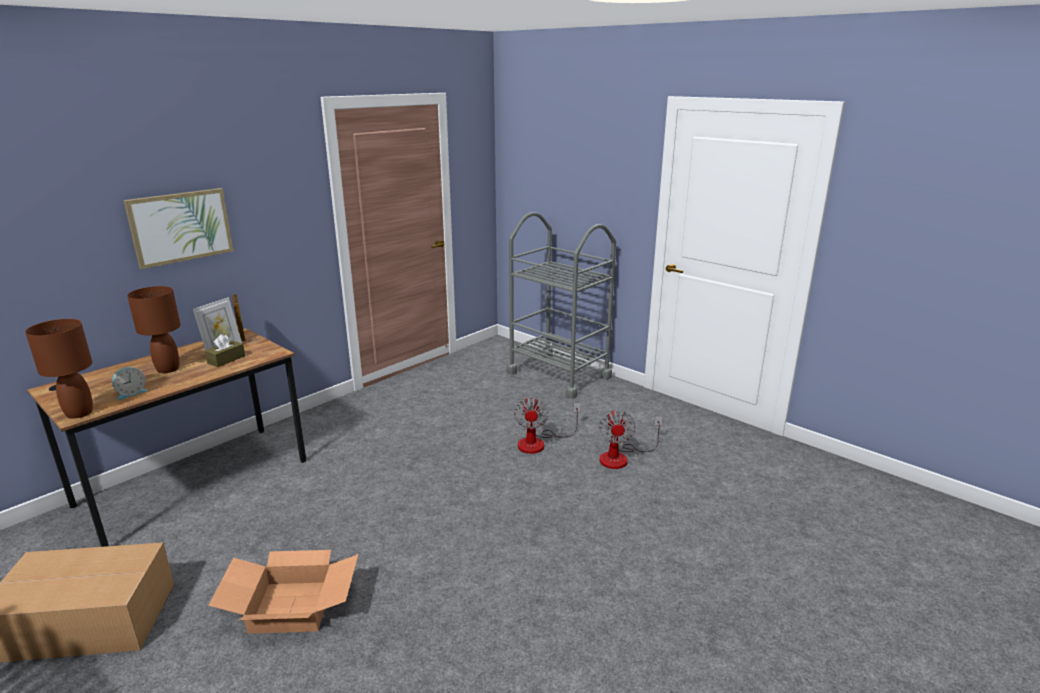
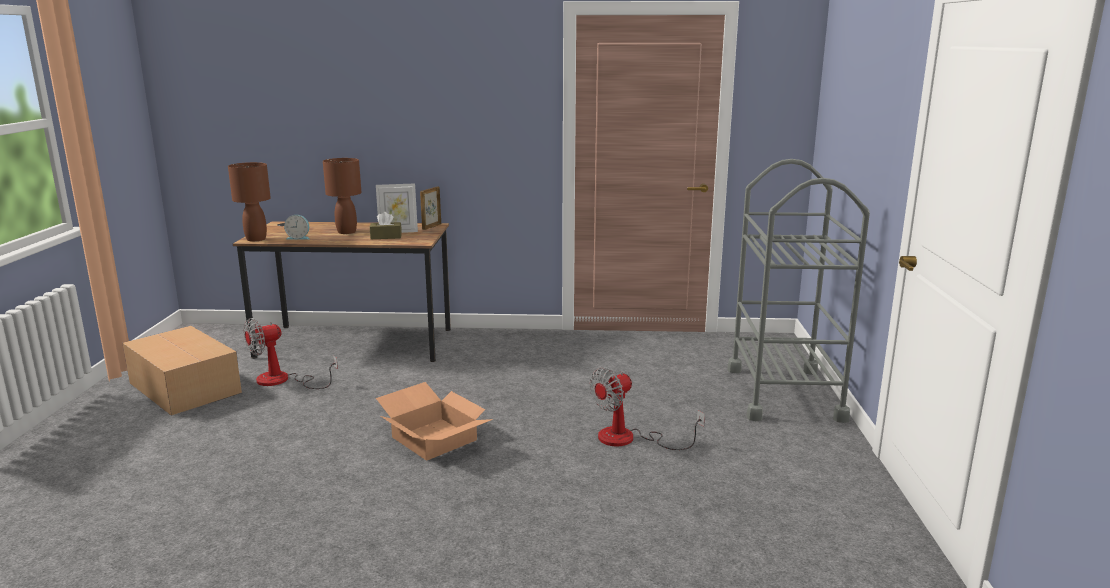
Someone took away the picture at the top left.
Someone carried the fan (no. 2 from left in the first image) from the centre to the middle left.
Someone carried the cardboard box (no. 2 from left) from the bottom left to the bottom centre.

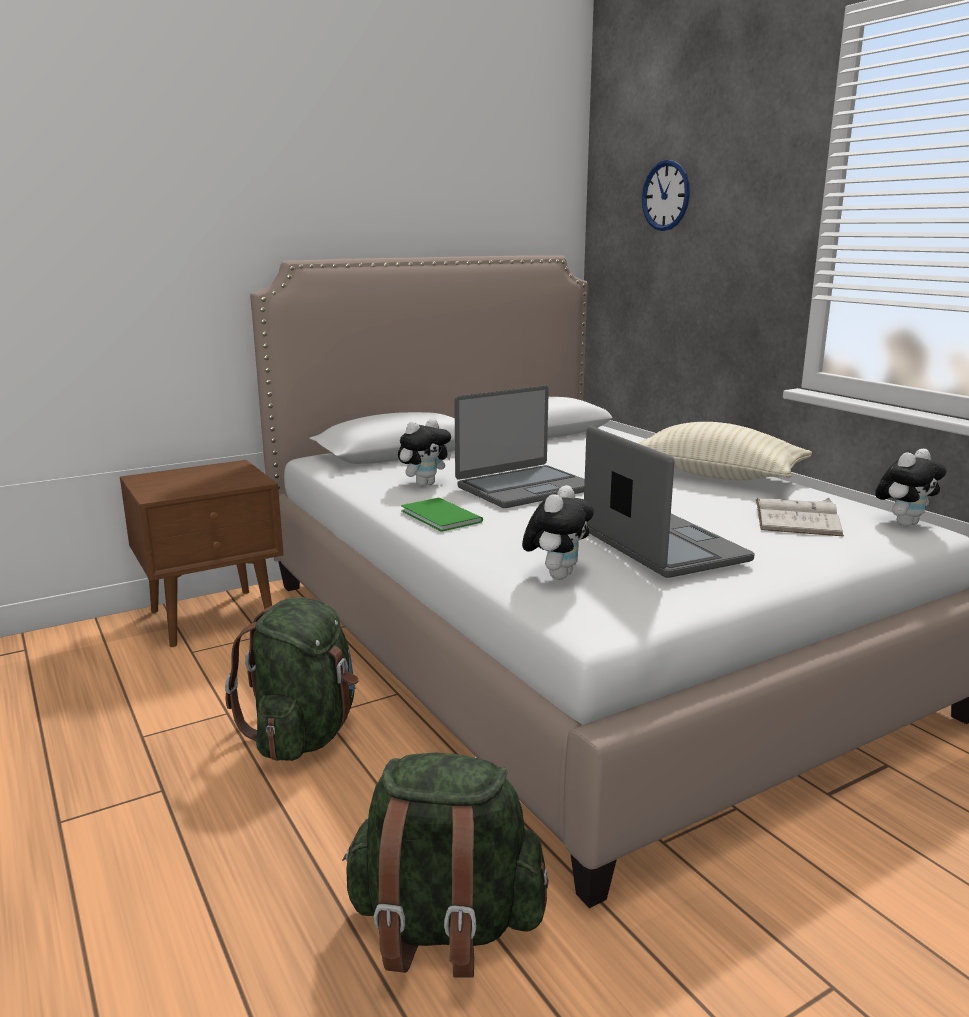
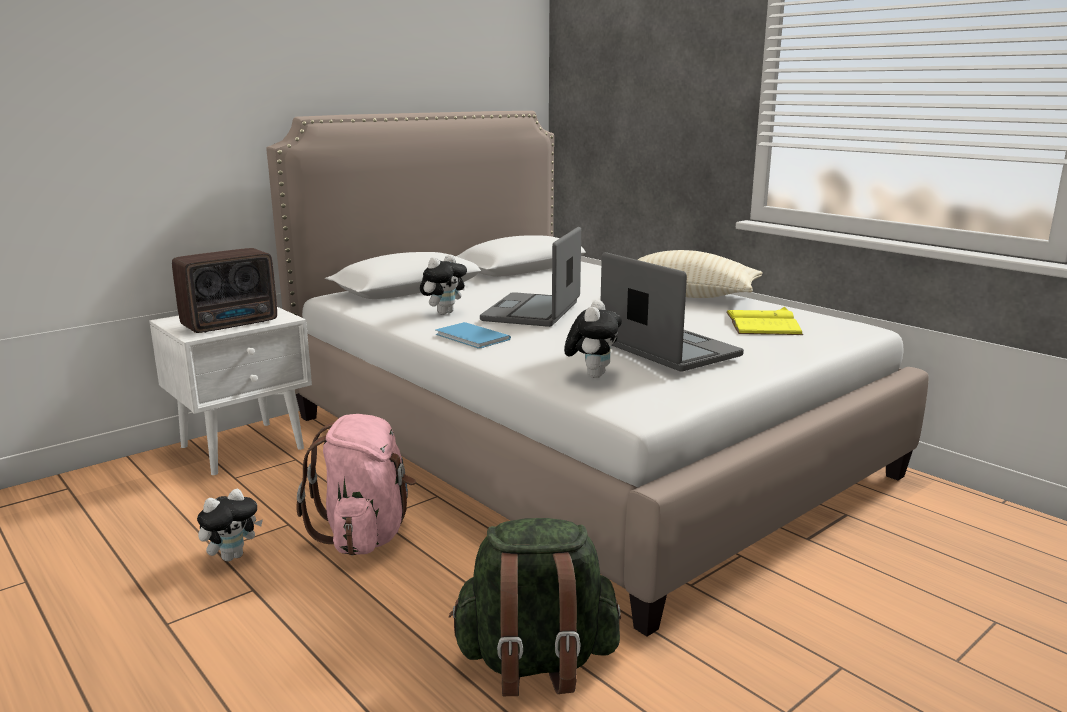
Someone took away the wall clock at the top right.
Someone rotated the laptop (no. 1 from left) at the centre by 150 degrees clockwise.
Someone carried the plush toy (no. 3 from left in the first image) from the middle right to the bottom left.
Someone repainted the nightstand (brown) at the middle left, which became the nightstand (white) at the middle left.
Someone repainted the book (green) at the centre, which became the book (blue) at the centre.
Someone repainted the book (white) at the middle right, which became the book (yellow) at the middle right.
Someone repainted the backpack (green) (no. 1 from left) at the bottom left, which became the backpack (pink) at the bottom centre.
Someone put down the radio at the middle left.

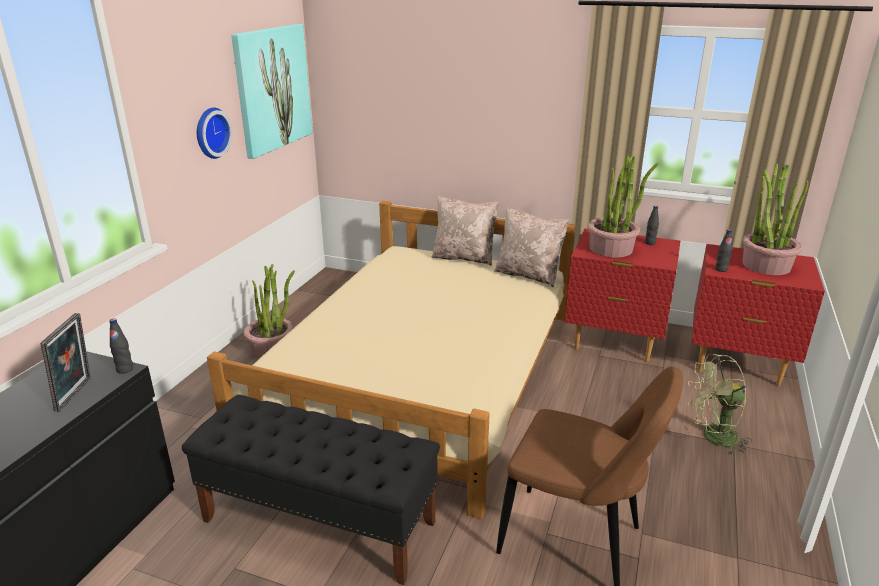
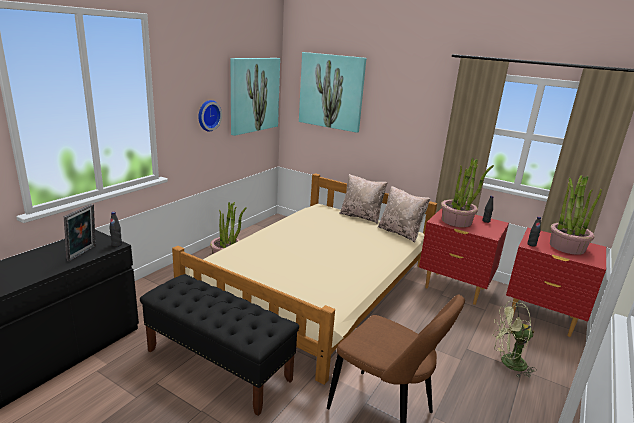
Someone put up the picture (no. 2 from left) at the top centre.

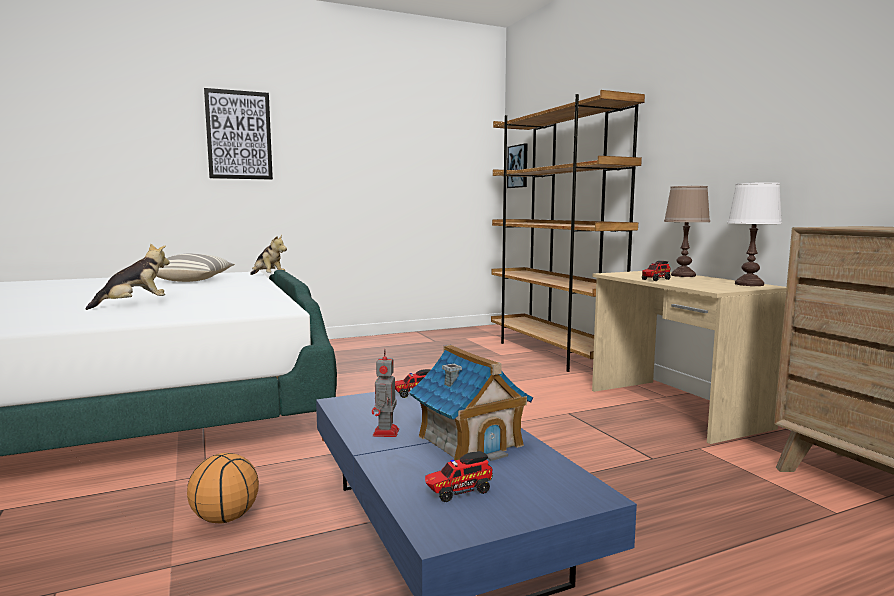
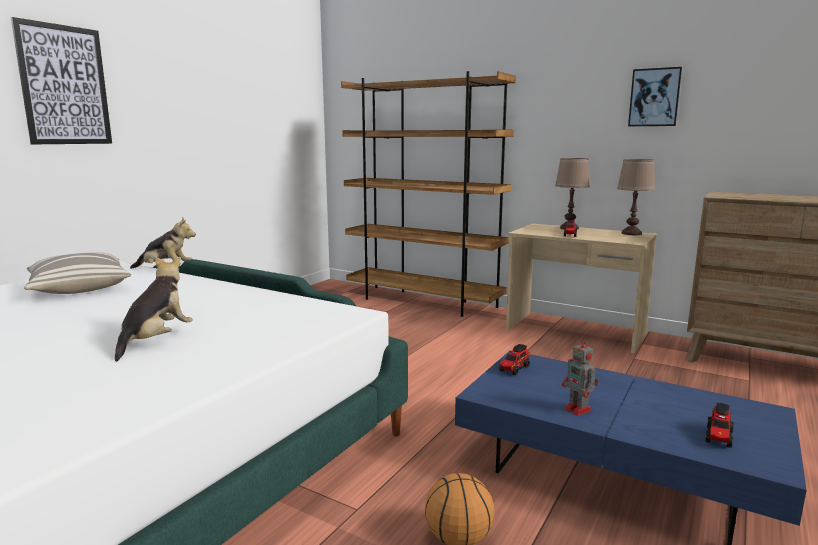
Someone carried the picture (no. 2 from left) from the top centre to the top right.
Someone repainted the table lamp (white) at the middle right, which became the table lamp (brown) (no. 2 from left) at the middle right.
Someone took away the toy house at the bottom centre.

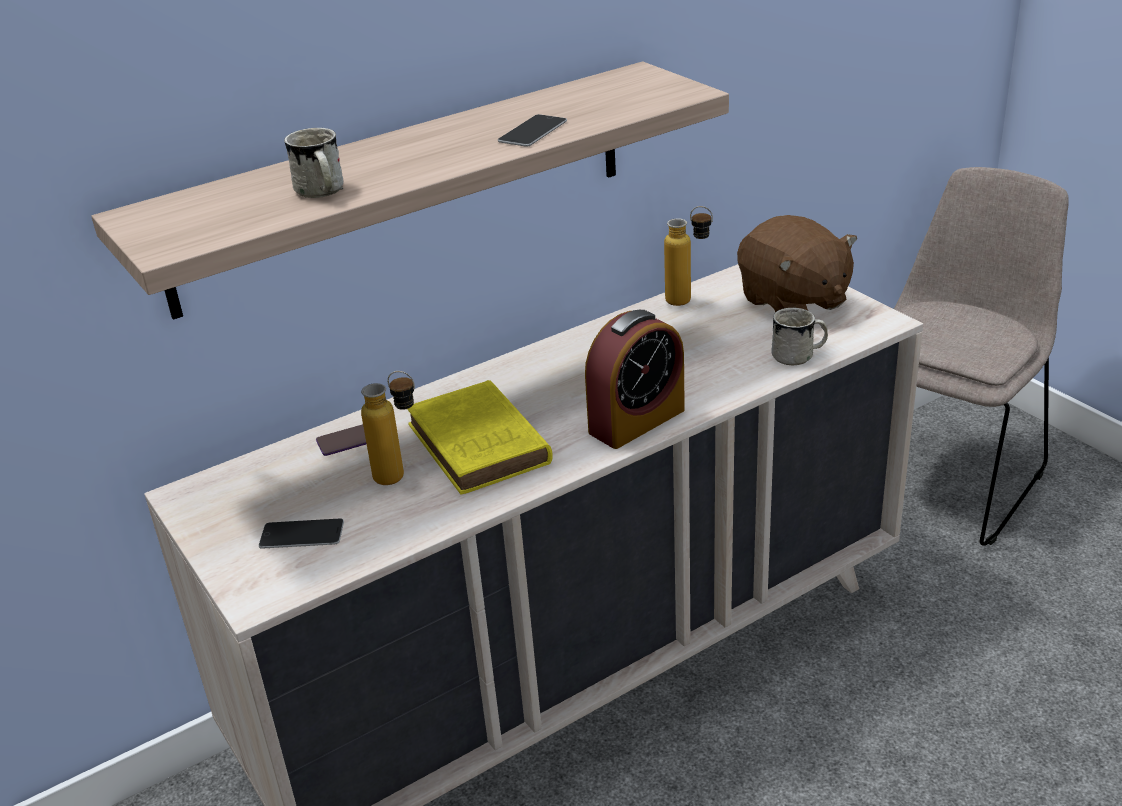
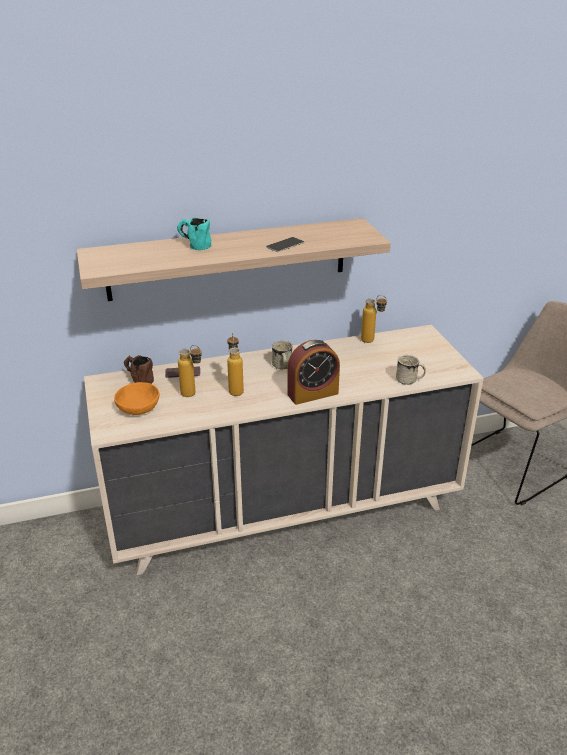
Someone carried the mug (white) (no. 1 from left) from the top left to the centre.
Someone took away the plush toy (brown) at the top right.
Someone swapped the book (yellow) at the centre for the bottle (no. 2 from left) at the centre.
Someone swapped the phone (no. 1 from left) at the middle left for the bowl (orange) at the middle left.
Someone put down the mug (turquoise) at the top centre.
Someone put down the mug (brown) at the middle left.

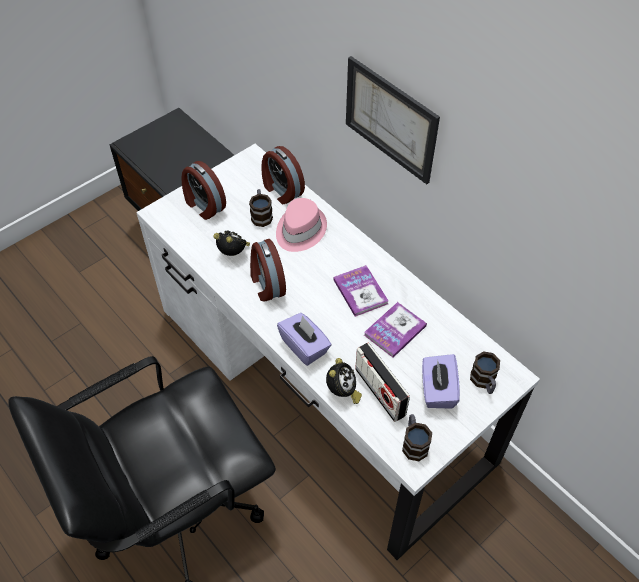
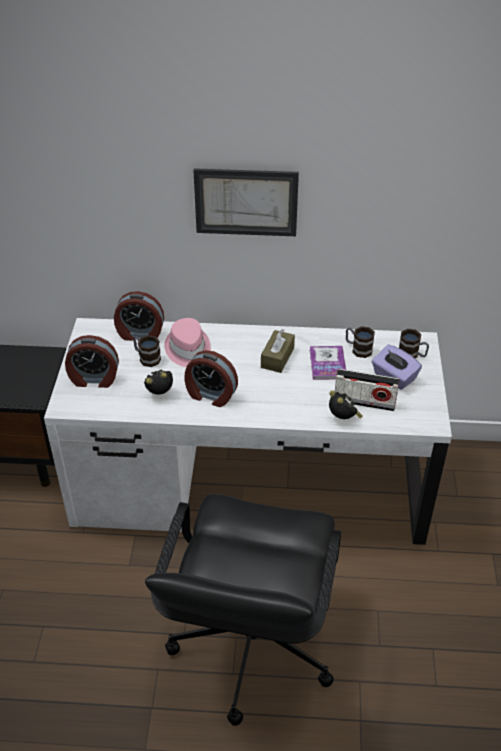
Someone swapped the book (no. 1 from left) at the centre for the tissue box (brown) at the centre.
Someone took away the tissue box (purple) (no. 1 from left) at the centre.
Someone carried the mug (no. 2 from left) from the bottom centre to the middle right.

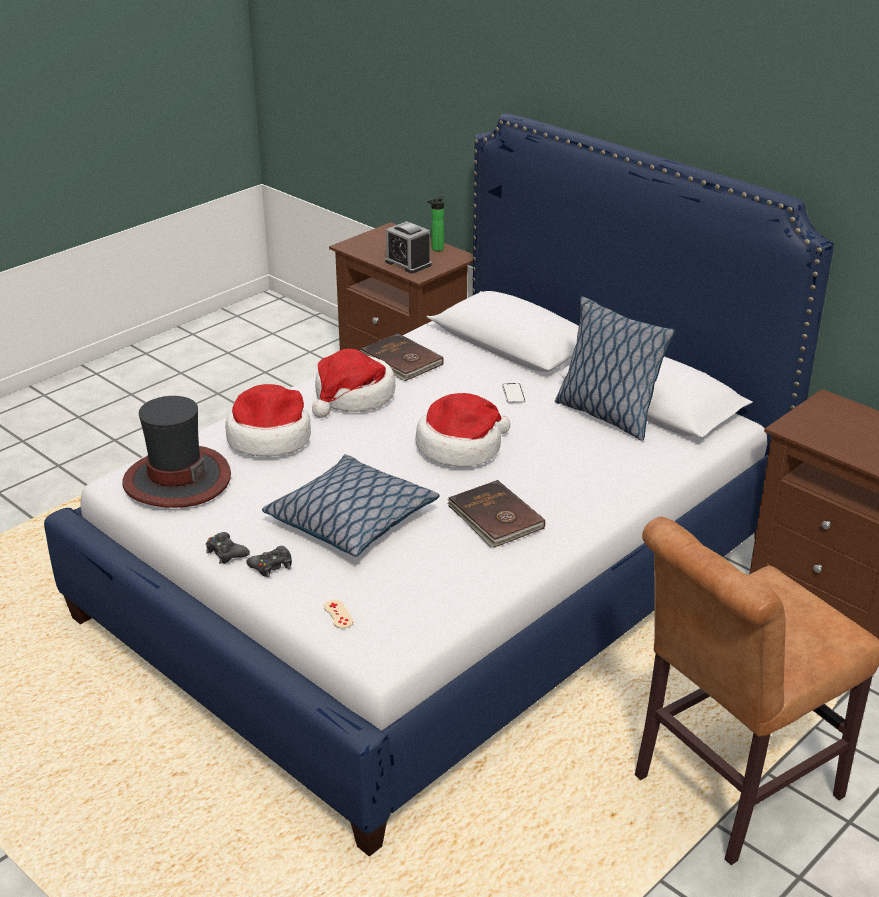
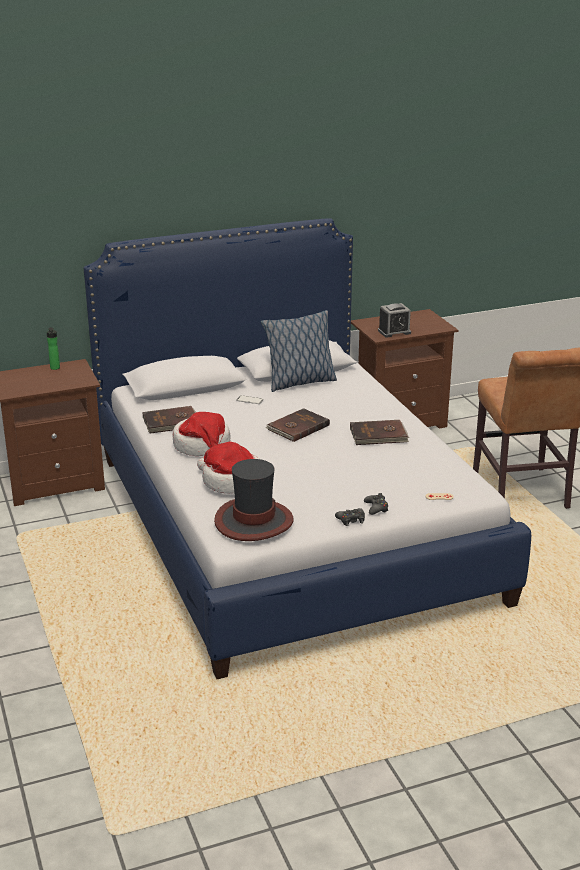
Someone carried the alarm clock from the top centre to the middle right.
Someone swapped the hat (no. 4 from left) at the centre for the book (brown) (no. 2 from left) at the centre.
Someone took away the pillow (no. 1 from left) at the centre.

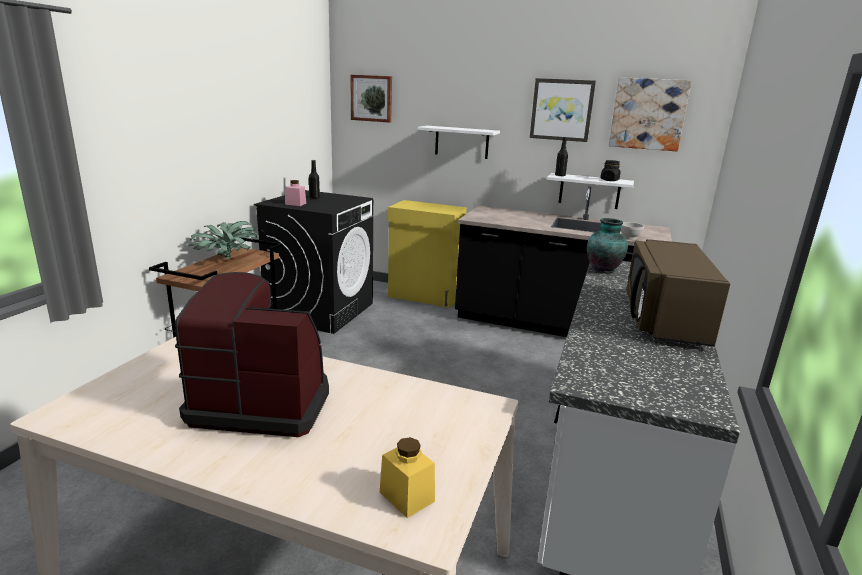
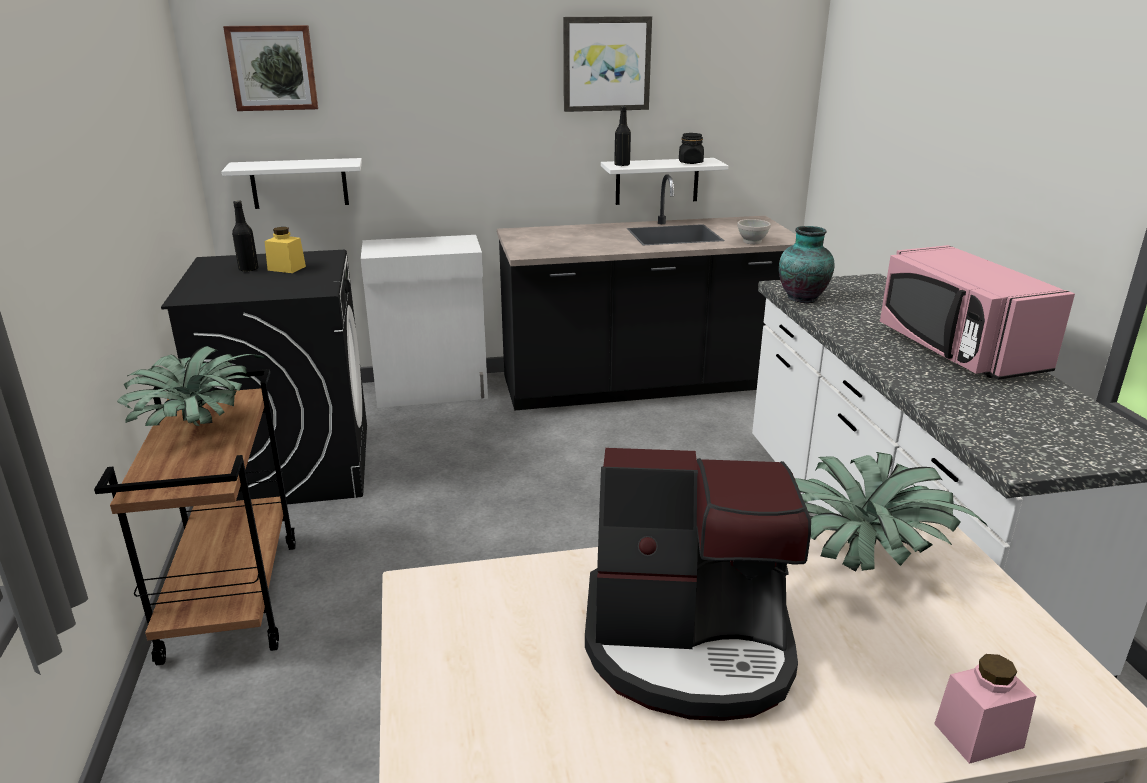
Someone took away the picture (no. 3 from left) at the top right.
Someone carried the shelf (white) (no. 1 from left) from the top centre to the top left.
Someone carried the jar (pink) from the centre to the bottom right.
Someone repainted the cabinet (yellow) at the centre, which became the cabinet (white) at the centre.
Someone repainted the microwave (brown) at the middle right, which became the microwave (pink) at the middle right.
Someone rotated the coffee machine at the middle left by 150 degrees counterclockwise.
Someone carried the jar (yellow) from the bottom centre to the top left.
Someone put down the potted plant (no. 2 from left) at the middle right.

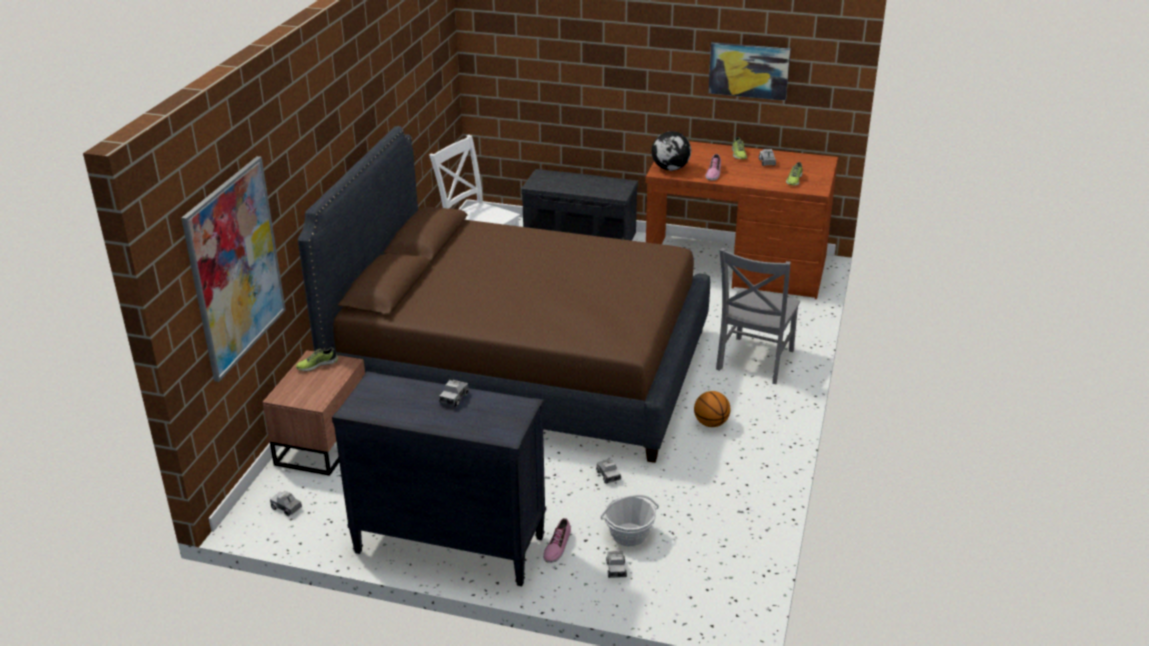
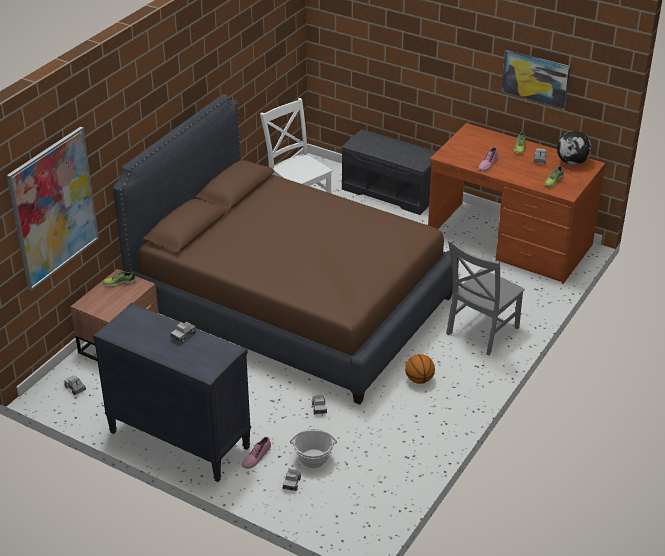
Someone carried the globe from the top centre to the top right.

